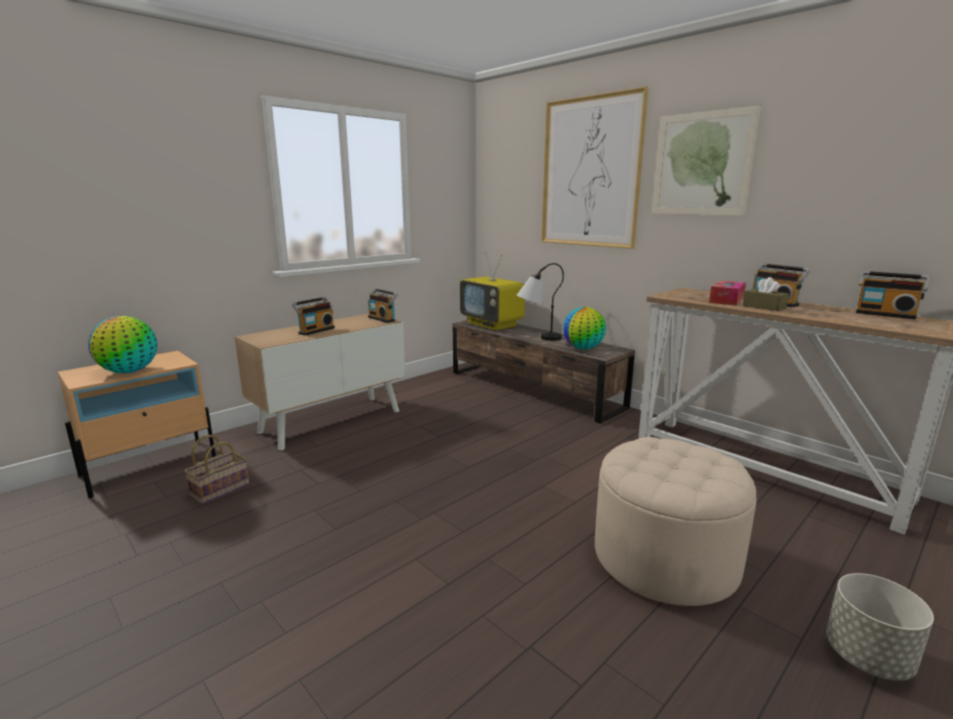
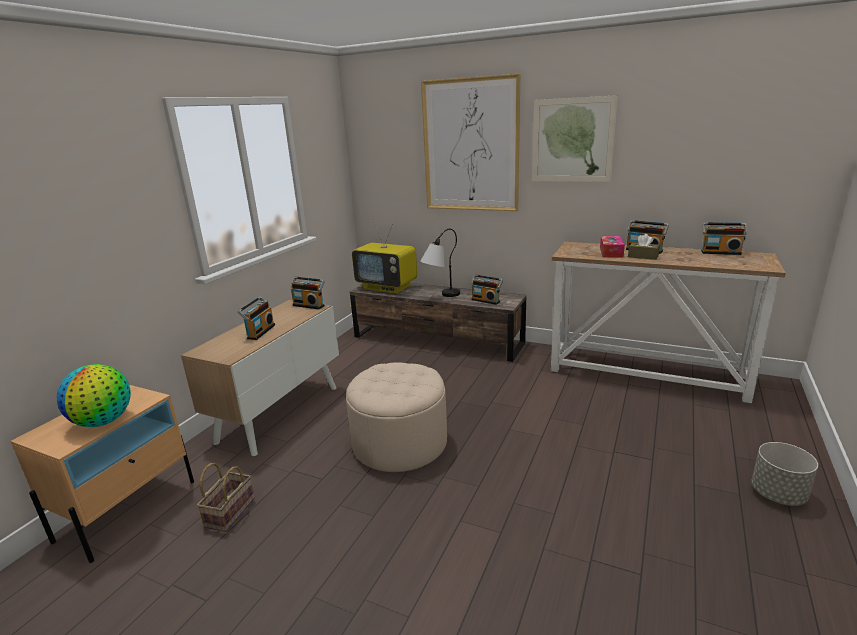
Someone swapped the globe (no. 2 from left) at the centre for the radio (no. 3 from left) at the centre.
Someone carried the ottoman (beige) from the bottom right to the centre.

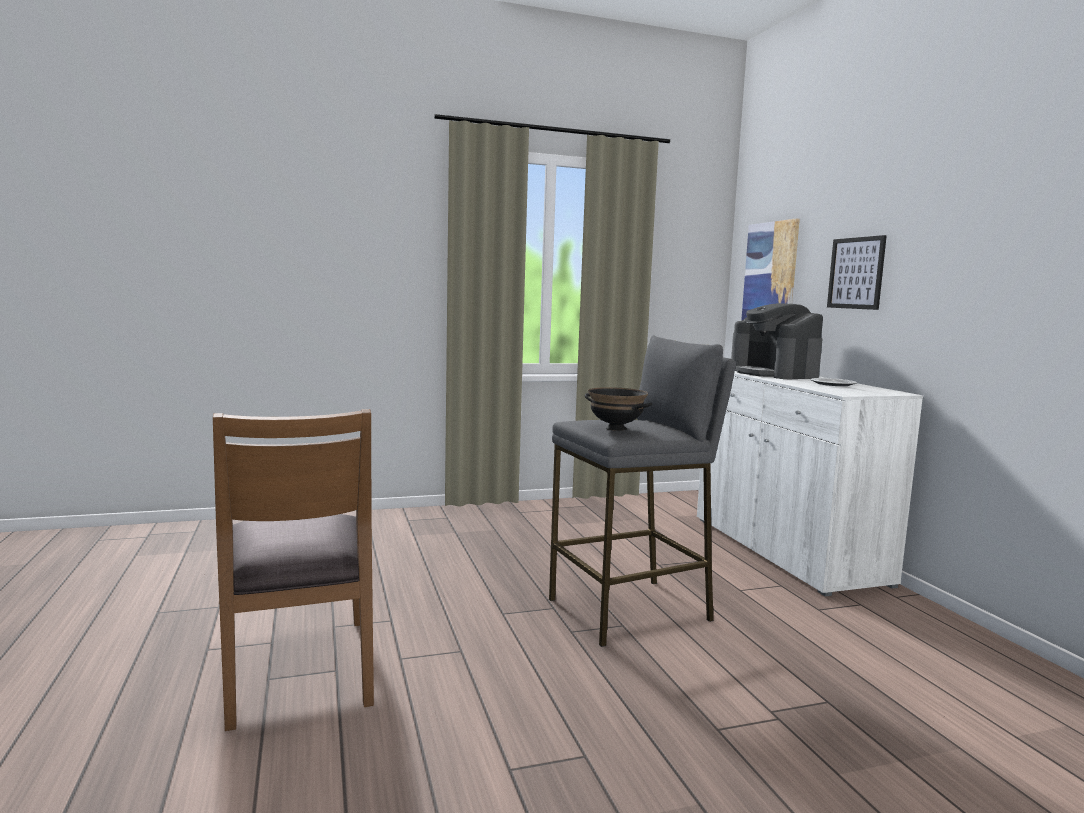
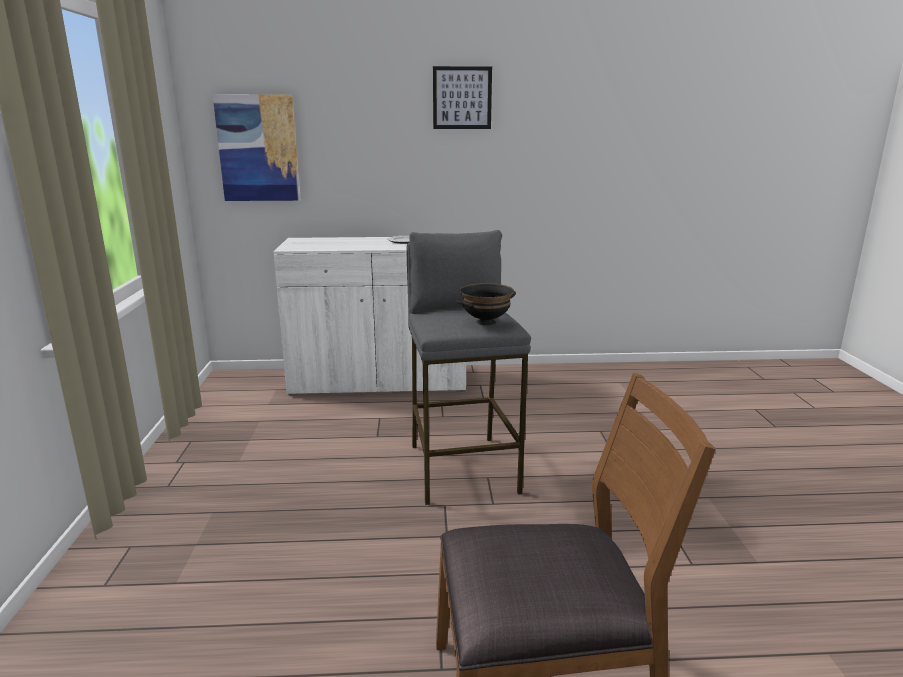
Someone carried the picture (no. 2 from left) from the middle right to the top centre.
Someone took away the coffee machine at the middle right.

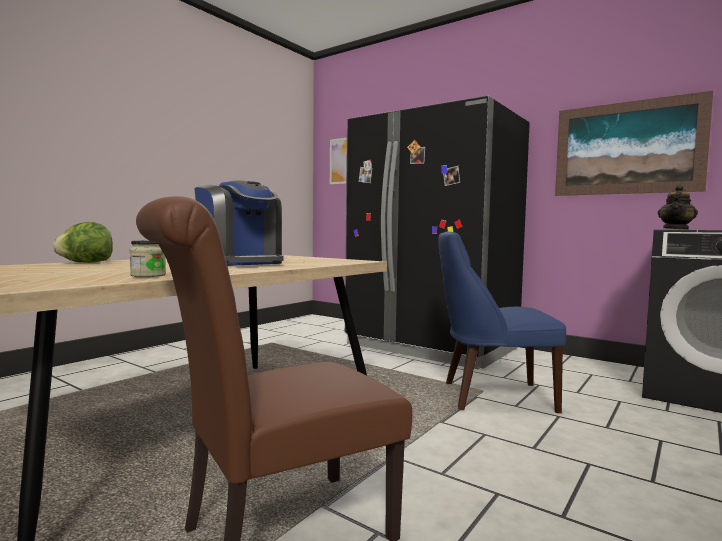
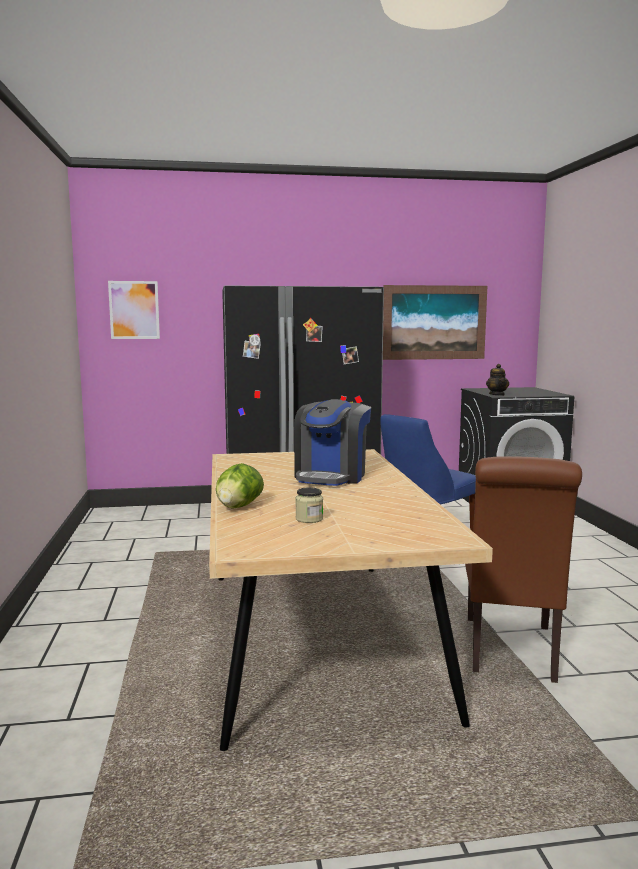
Someone rotated the coffee machine at the middle left by 105 degrees clockwise.
Someone carried the jar from the middle left to the centre.

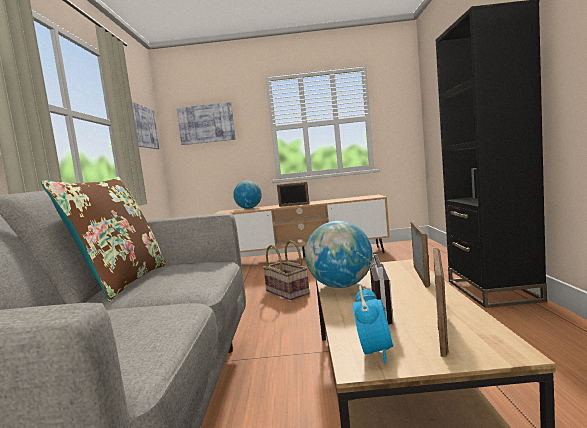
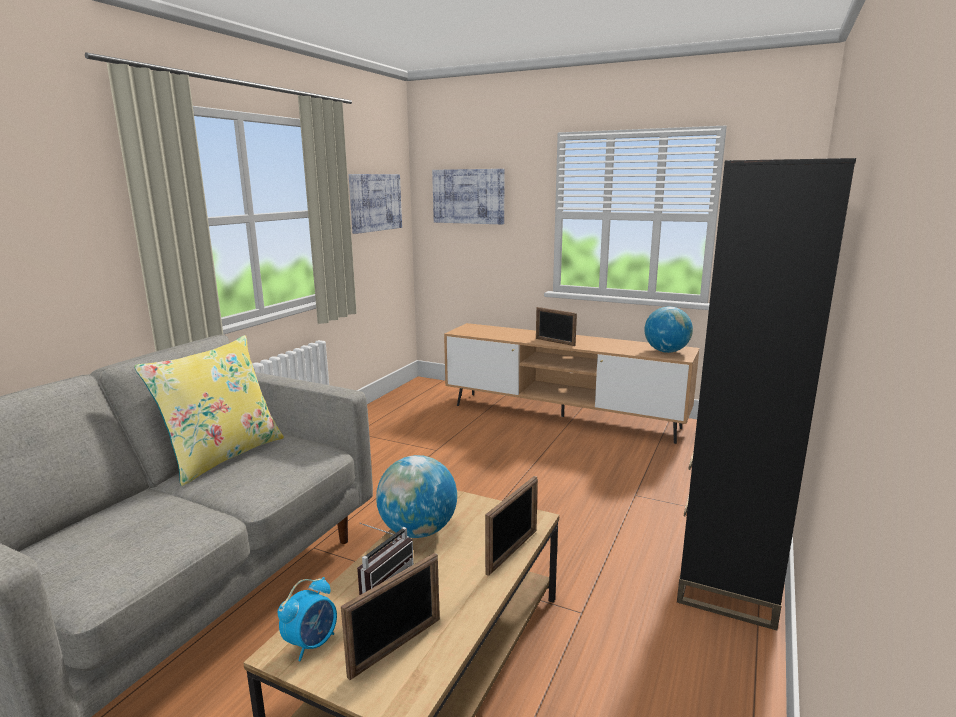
Someone repainted the pillow (brown) at the middle left, which became the pillow (yellow) at the middle left.
Someone carried the globe (no. 1 from left in the first image) from the centre to the middle right.
Someone took away the basket at the centre.

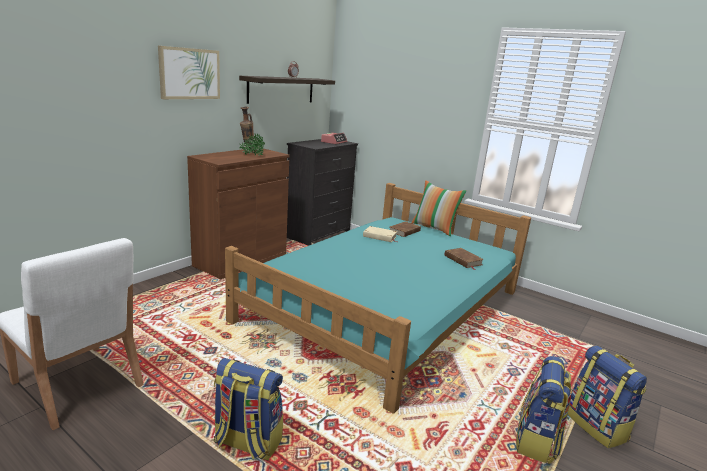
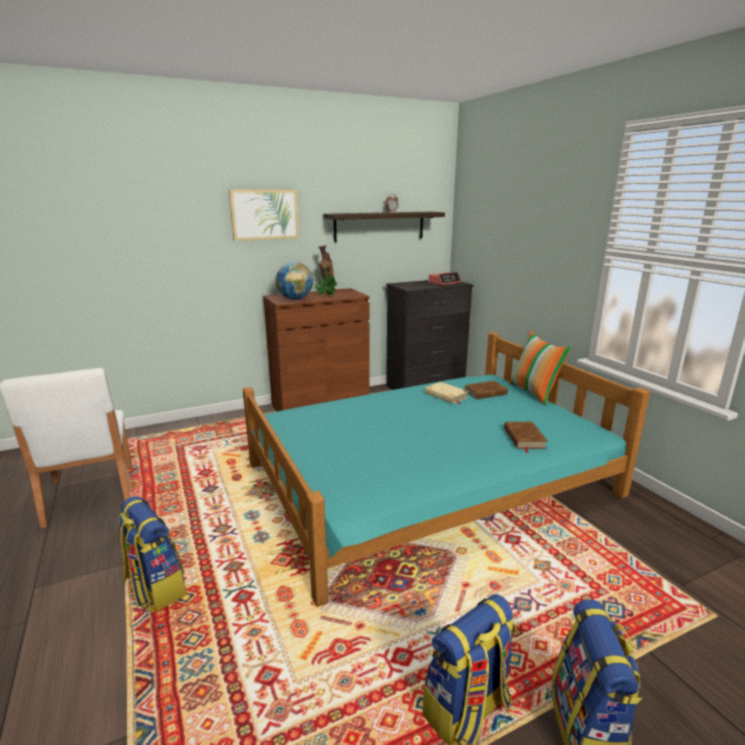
Someone put down the globe at the centre.

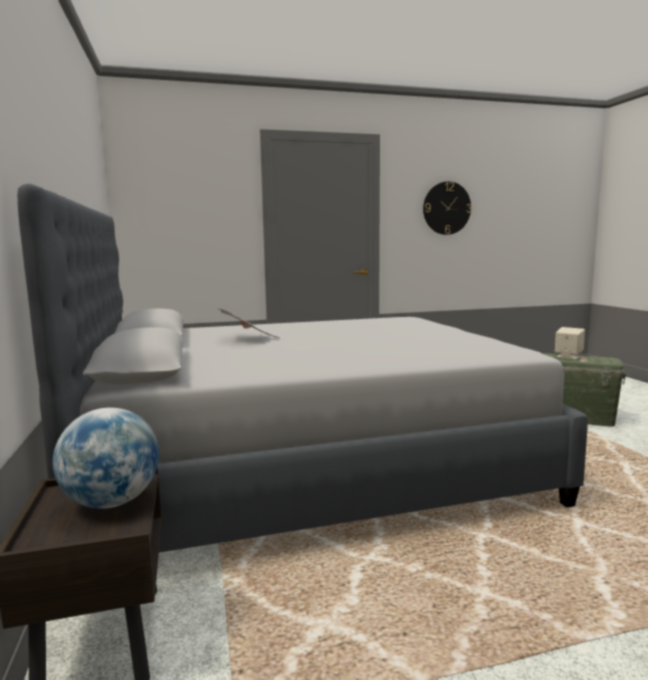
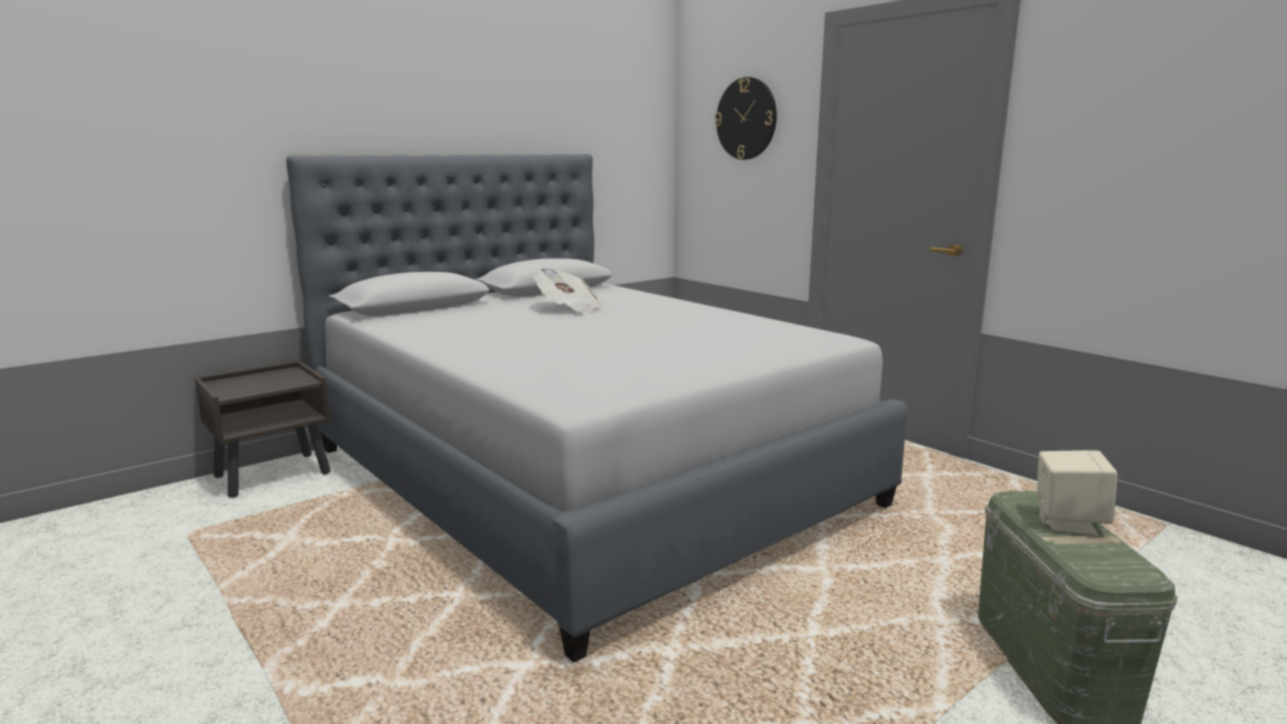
Someone carried the wall clock from the top right to the top centre.
Someone took away the globe at the bottom left.

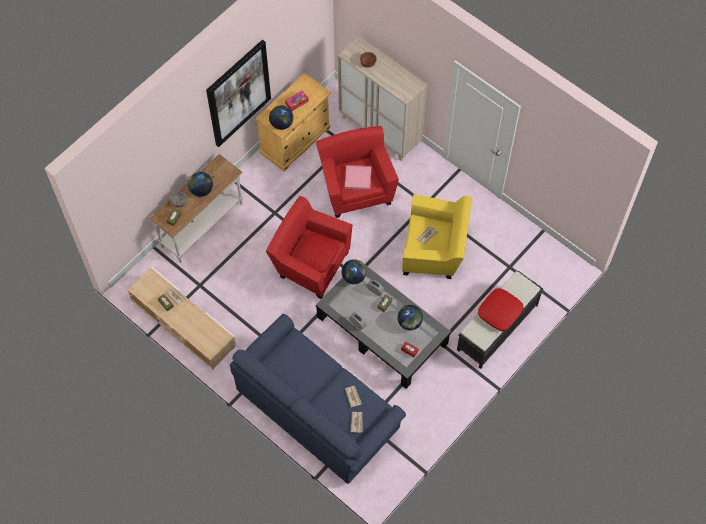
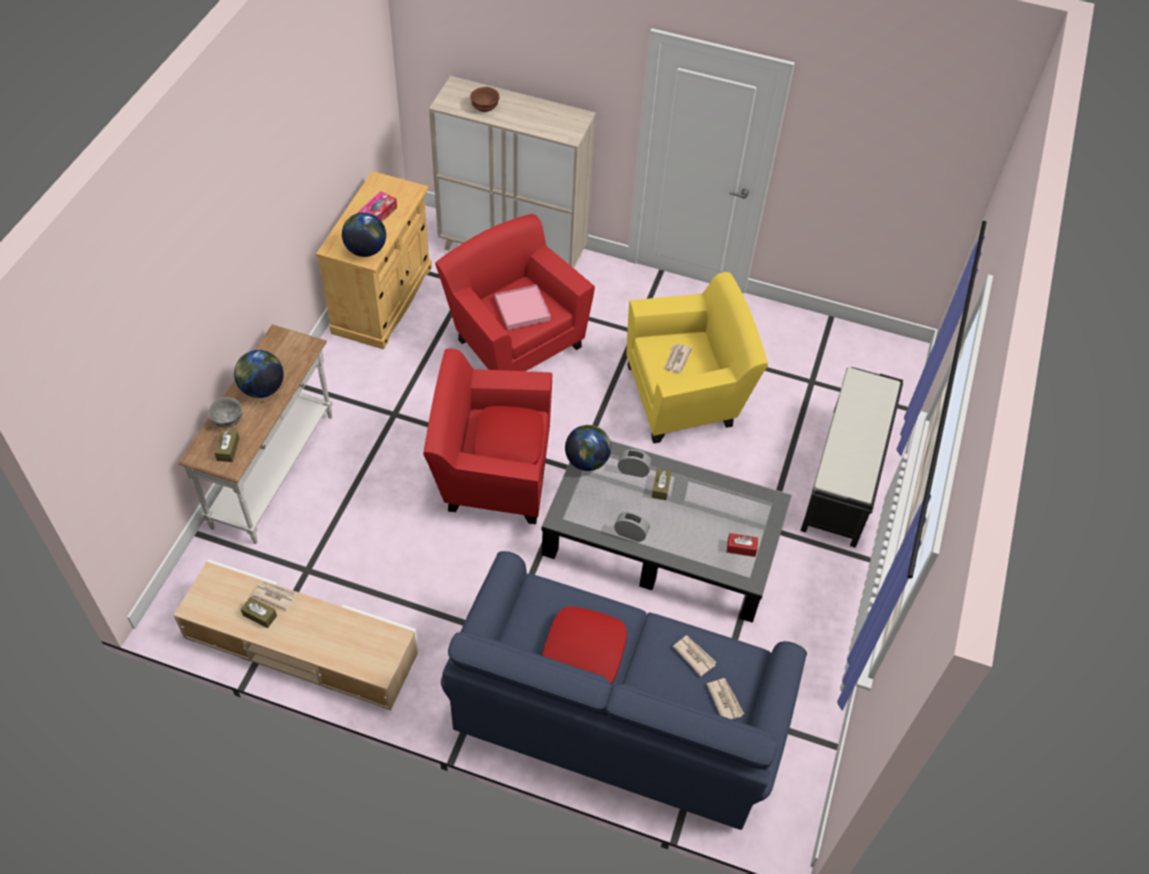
Someone took away the picture at the top centre.
Someone carried the pillow (red) (no. 2 from left) from the middle right to the bottom centre.
Someone took away the globe (no. 4 from left) at the centre.

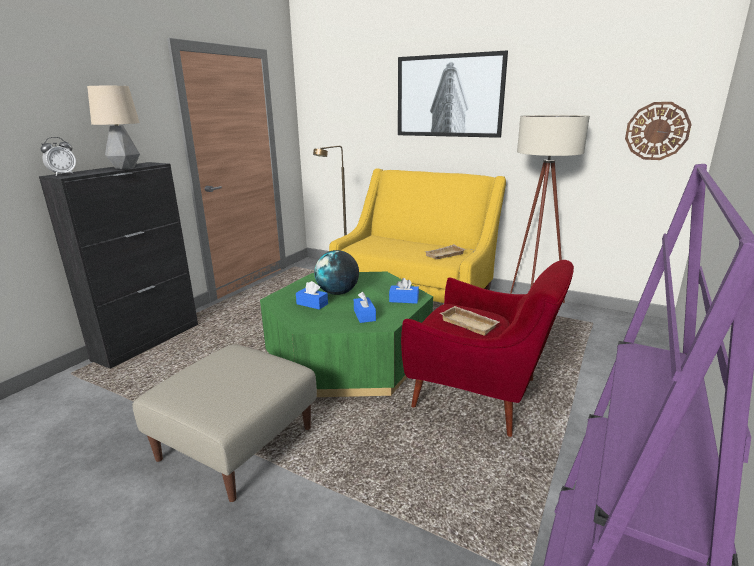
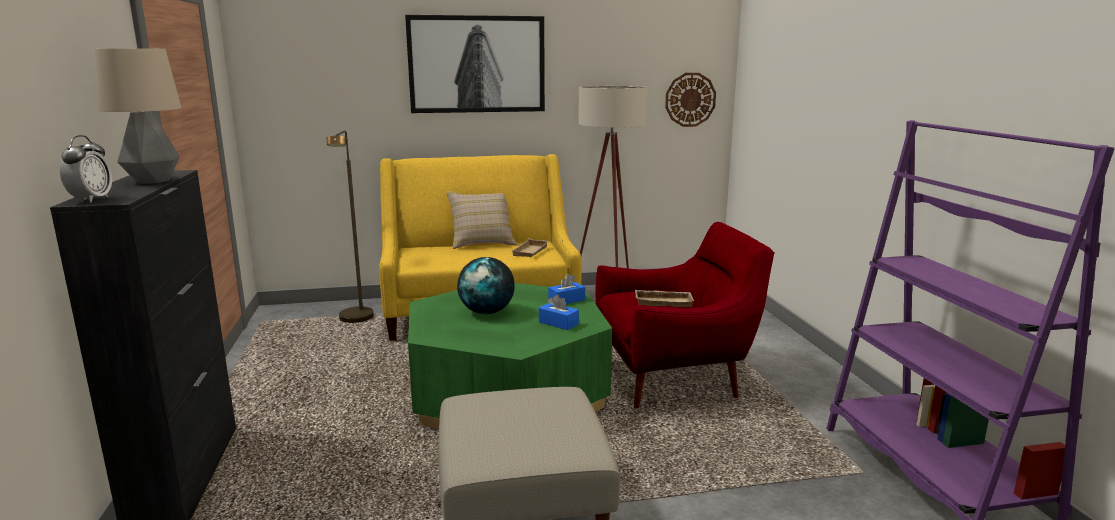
Someone took away the tissue box (blue) (no. 1 from left) at the centre.
Someone put down the pillow (beige) at the centre.

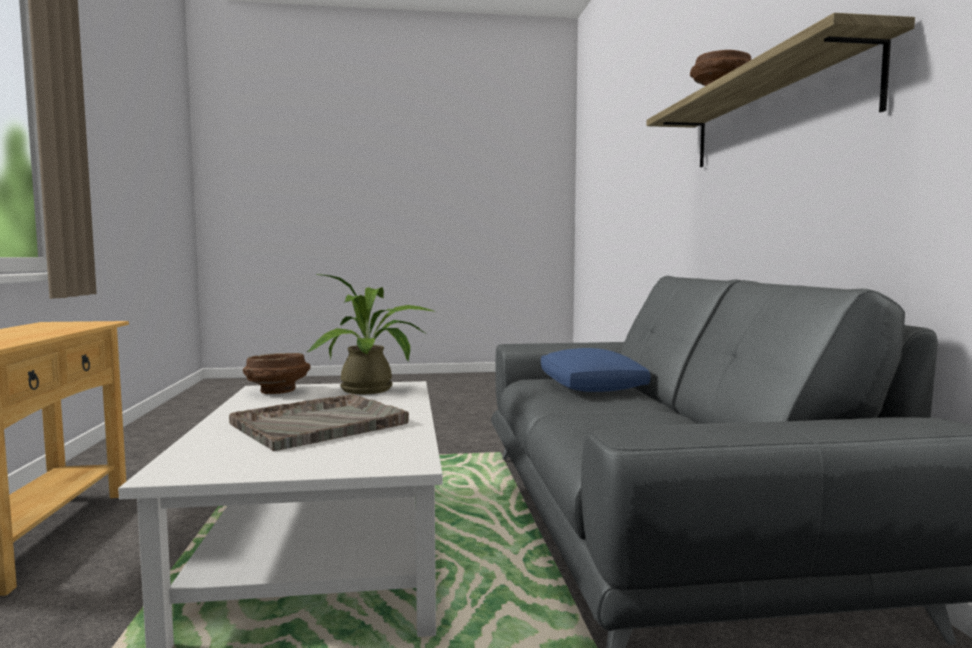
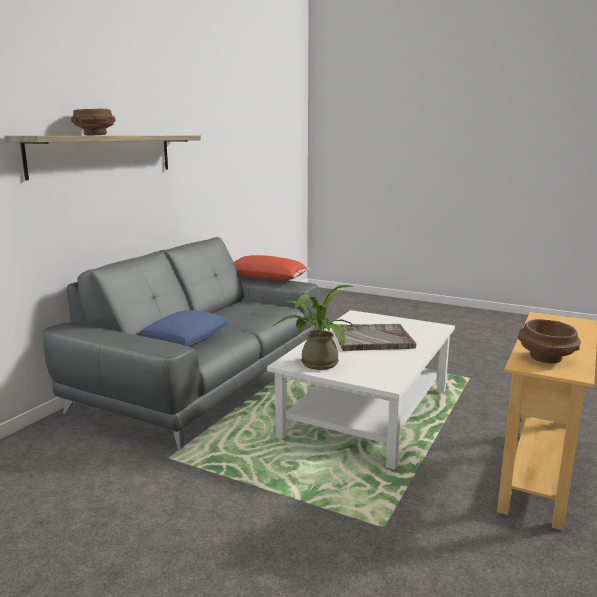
Someone carried the bowl (brown) (no. 1 from left in the first image) from the middle left to the middle right.
Someone put down the pillow (red) at the centre.

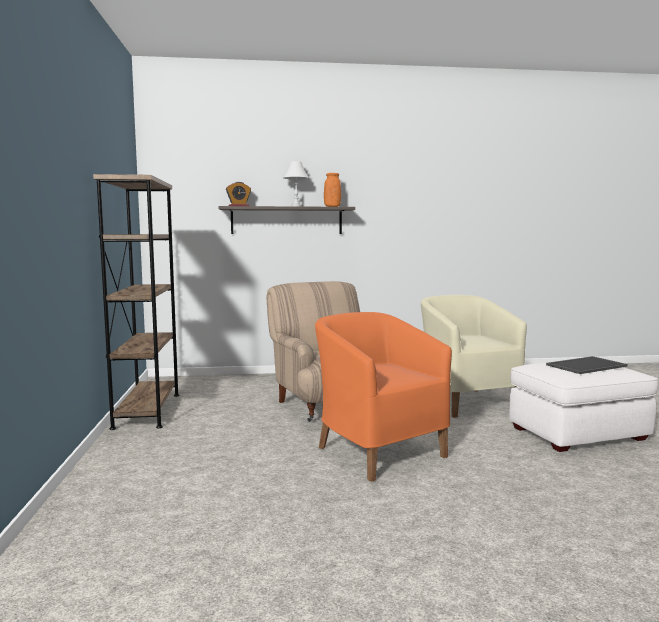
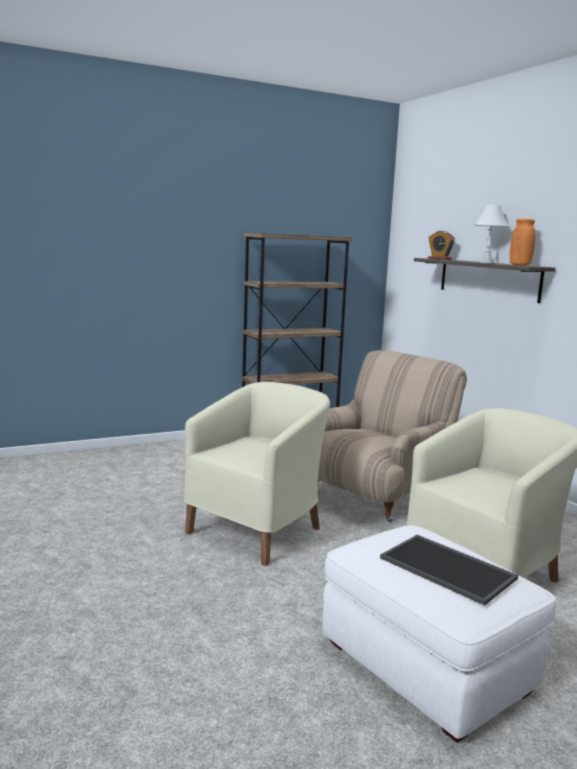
Someone repainted the armchair (orange) at the centre, which became the armchair (beige) (no. 1 from left) at the centre.

